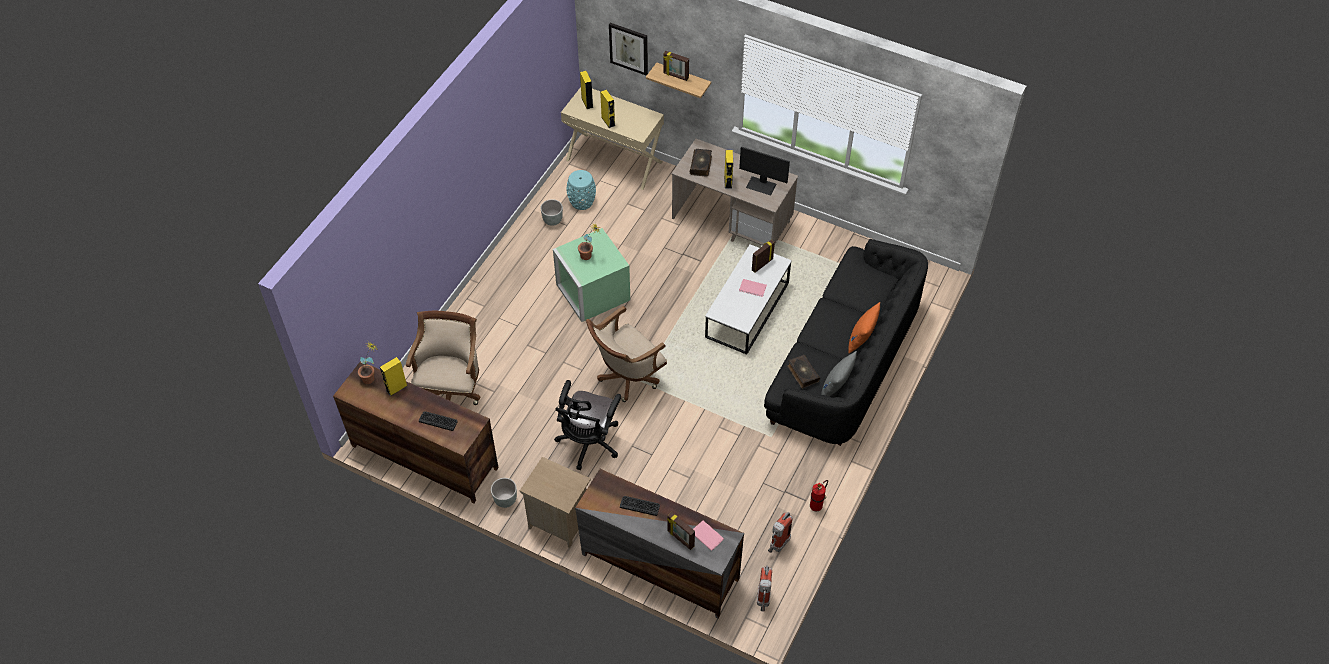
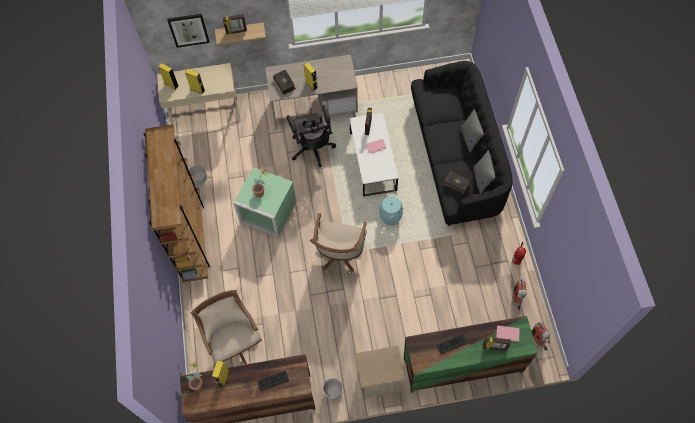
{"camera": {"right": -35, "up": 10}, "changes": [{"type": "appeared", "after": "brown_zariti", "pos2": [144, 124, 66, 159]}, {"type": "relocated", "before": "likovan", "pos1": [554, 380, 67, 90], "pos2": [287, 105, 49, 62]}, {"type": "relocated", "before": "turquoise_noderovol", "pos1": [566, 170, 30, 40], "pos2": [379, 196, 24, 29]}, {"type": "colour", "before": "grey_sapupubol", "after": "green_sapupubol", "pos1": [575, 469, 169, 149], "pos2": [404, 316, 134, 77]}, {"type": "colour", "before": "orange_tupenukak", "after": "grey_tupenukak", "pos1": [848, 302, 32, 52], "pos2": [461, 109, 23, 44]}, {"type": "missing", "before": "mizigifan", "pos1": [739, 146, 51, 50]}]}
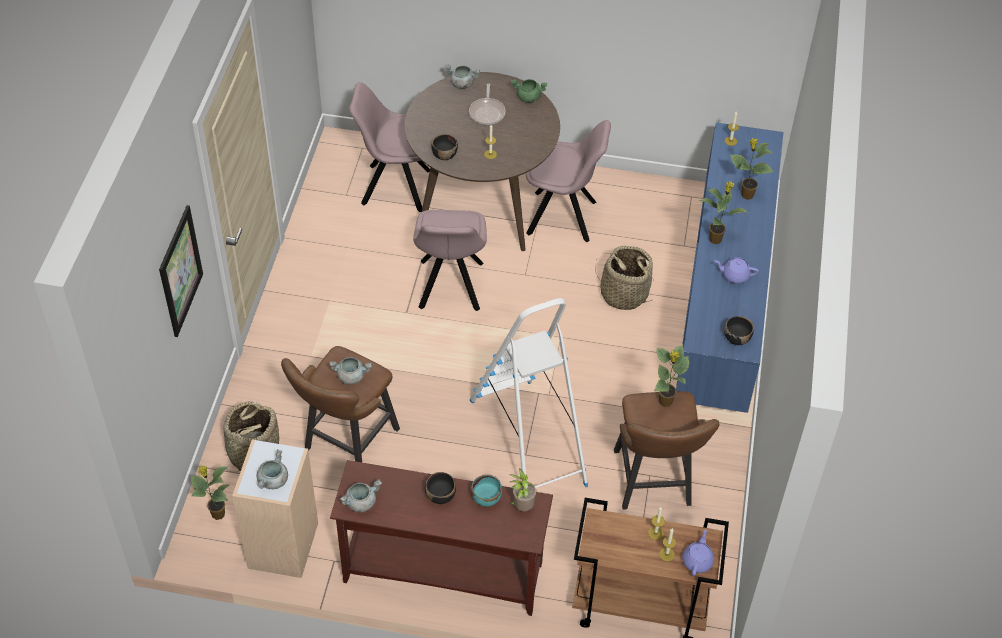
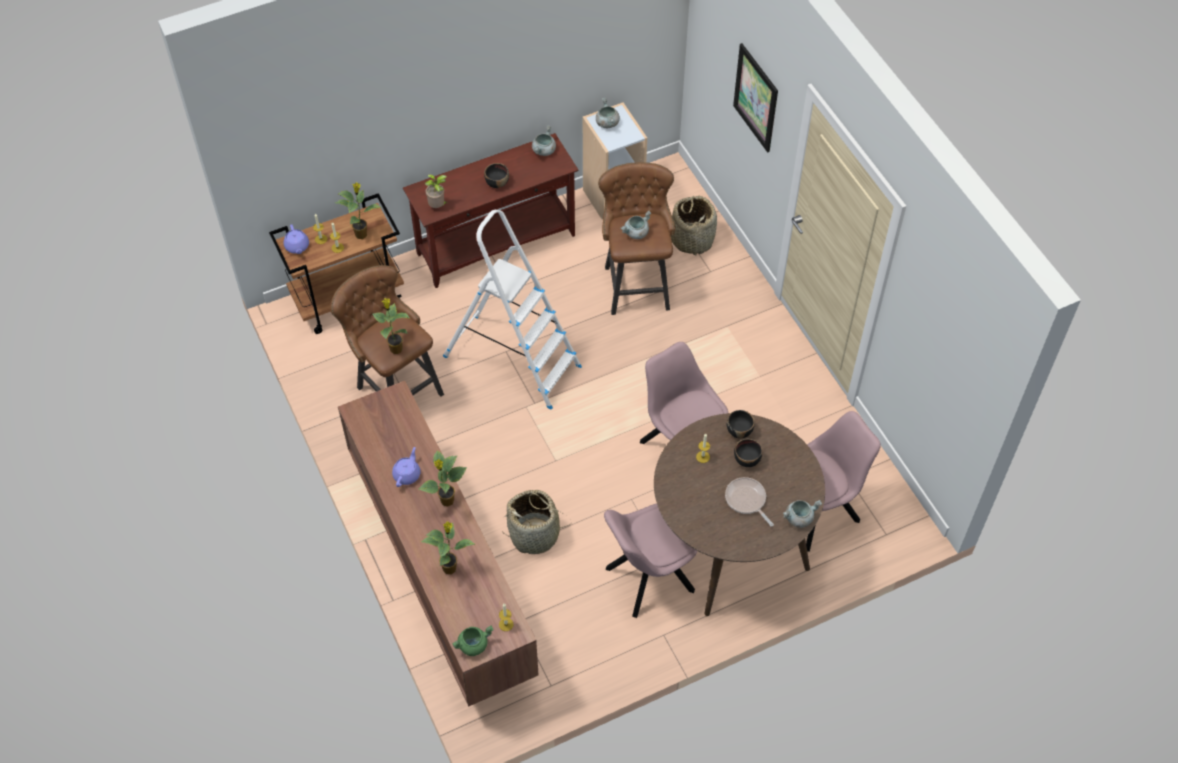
{"camera": {"right": 145, "up": 5}, "changes": [{"type": "relocated", "before": "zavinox", "pos1": [191, 465, 39, 55], "pos2": [335, 182, 46, 57]}, {"type": "colour", "before": "blue_sapupubol", "after": "brown_sapupubol", "pos1": [676, 123, 107, 290], "pos2": [338, 381, 201, 326]}, {"type": "spun", "before": "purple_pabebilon", "pos1": [715, 257, 44, 27], "pos2": [392, 447, 28, 40], "turn": -45}, {"type": "relocated", "before": "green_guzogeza", "pos1": [511, 79, 36, 24], "pos2": [452, 625, 42, 31]}, {"type": "relocated", "before": "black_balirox", "pos1": [724, 316, 30, 29], "pos2": [734, 438, 29, 29]}, {"type": "missing", "before": "turquoise_balirox", "pos1": [471, 474, 31, 33]}]}
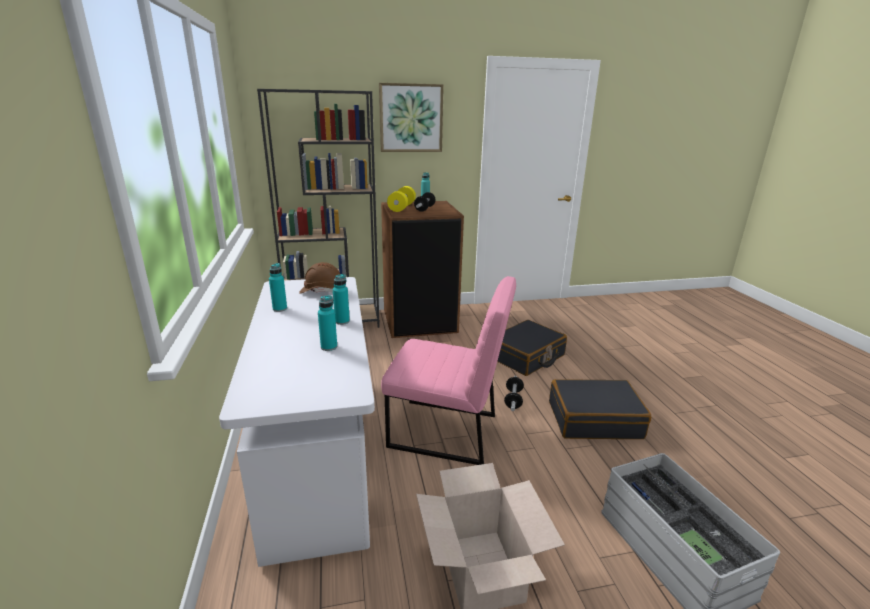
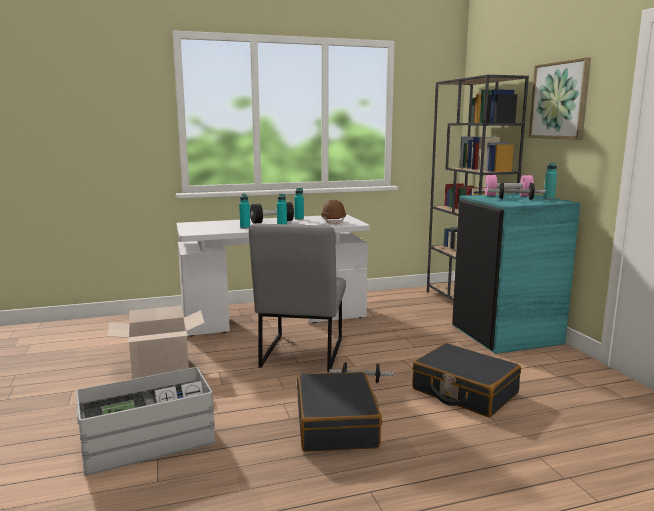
{"camera": {"right": 85, "up": -10}, "changes": [{"type": "colour", "before": "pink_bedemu", "after": "grey_bedemu", "pos1": [381, 276, 135, 189], "pos2": [249, 224, 97, 148]}, {"type": "appeared", "after": "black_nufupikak", "pos2": [250, 202, 44, 22]}, {"type": "colour", "before": "brown_sapupubol", "after": "turquoise_sapupubol", "pos1": [381, 201, 83, 137], "pos2": [452, 193, 128, 161]}, {"type": "colour", "before": "yellow_nufupikak", "after": "pink_nufupikak", "pos1": [387, 186, 29, 26], "pos2": [485, 175, 49, 21]}]}
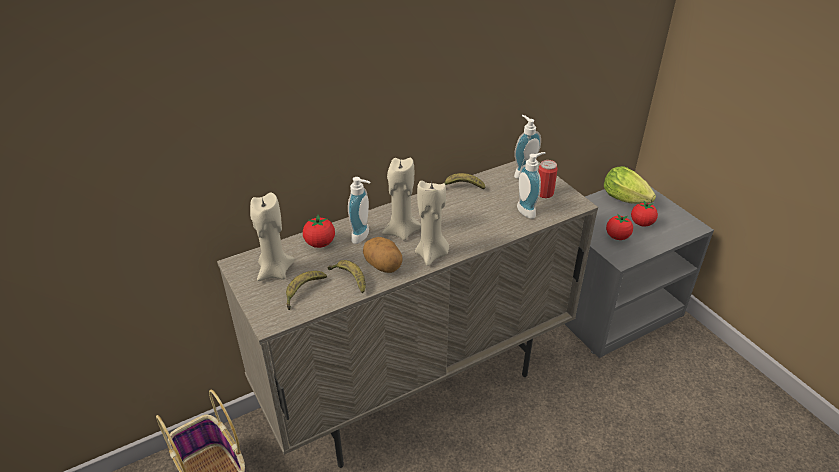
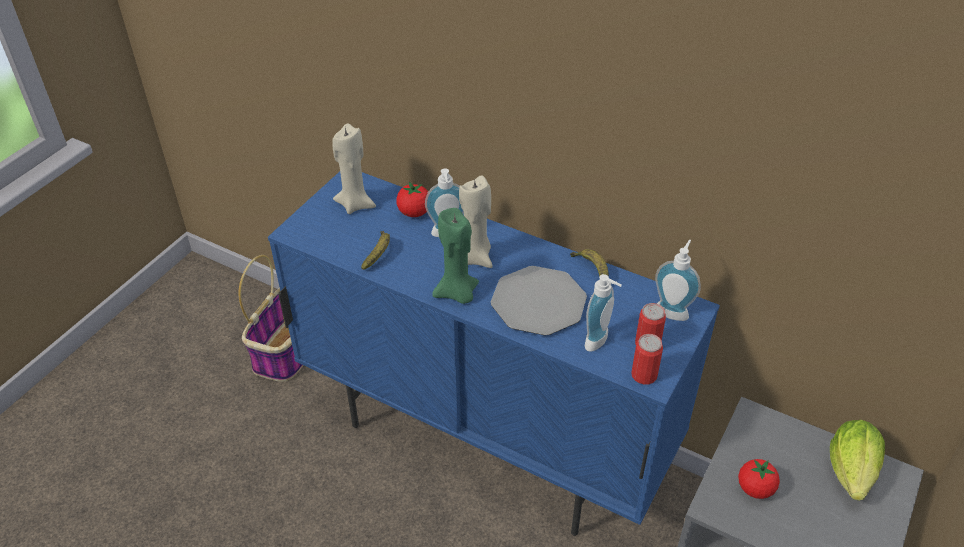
{"camera": {"right": 60, "up": 5}, "changes": [{"type": "colour", "before": "beige_sapupubol", "after": "blue_sapupubol", "pos1": [217, 161, 381, 307], "pos2": [268, 172, 452, 364]}, {"type": "colour", "before": "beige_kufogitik", "after": "green_kufogitik", "pos1": [415, 180, 34, 86], "pos2": [432, 208, 47, 96]}, {"type": "appeared", "after": "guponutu", "pos2": [491, 266, 96, 70]}, {"type": "appeared", "after": "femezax", "pos2": [631, 334, 32, 51]}, {"type": "missing", "before": "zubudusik", "pos1": [286, 271, 41, 39]}, {"type": "missing", "before": "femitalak", "pos1": [363, 237, 40, 36]}, {"type": "missing", "before": "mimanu", "pos1": [631, 201, 27, 26]}]}
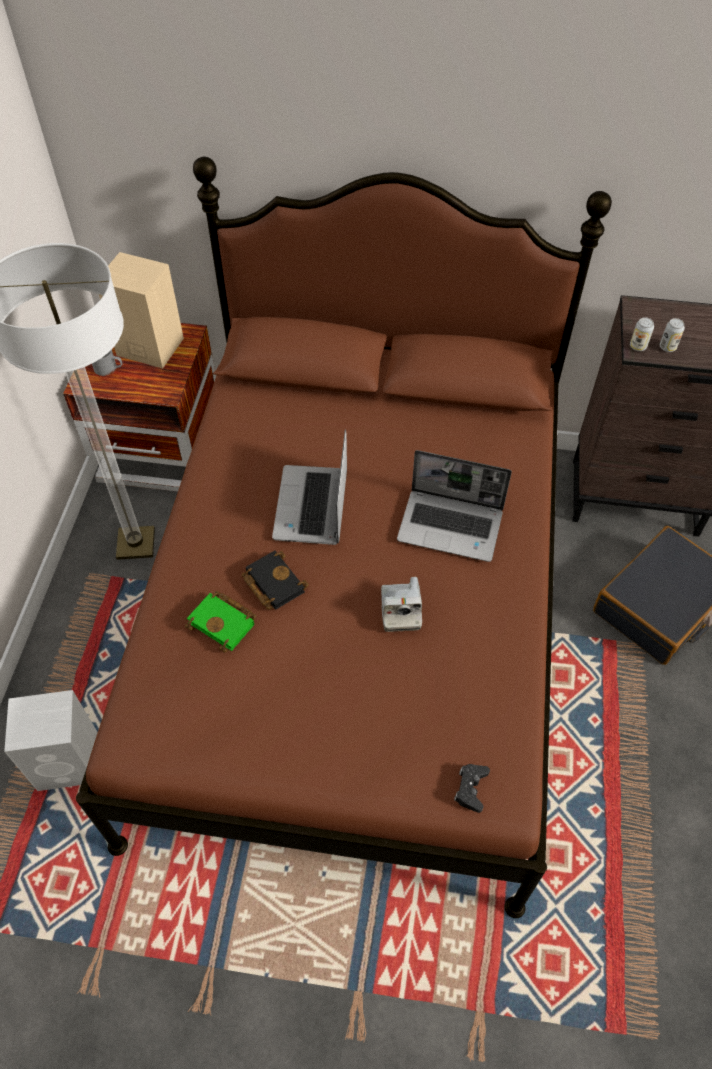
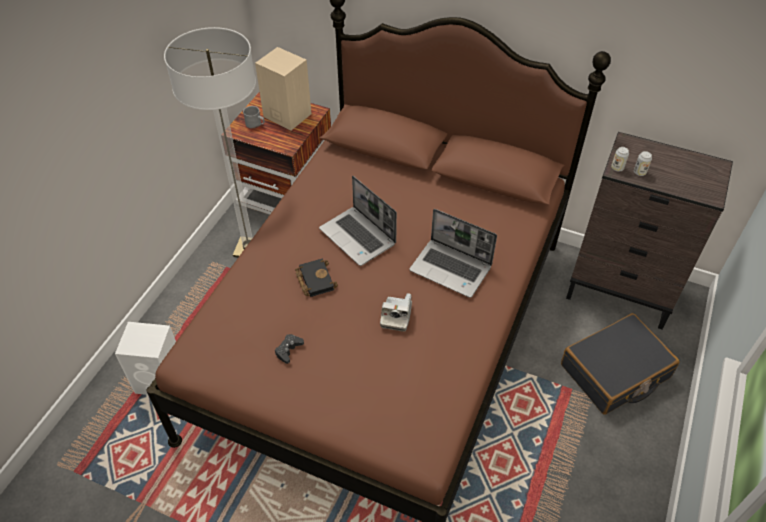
{"camera": {"right": 15, "up": -5}, "changes": [{"type": "relocated", "before": "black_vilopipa", "pos1": [454, 764, 36, 49], "pos2": [275, 334, 29, 30]}, {"type": "spun", "before": "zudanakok", "pos1": [272, 429, 75, 116], "pos2": [319, 176, 78, 90], "turn": -60}, {"type": "missing", "before": "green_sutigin", "pos1": [185, 591, 71, 62]}]}
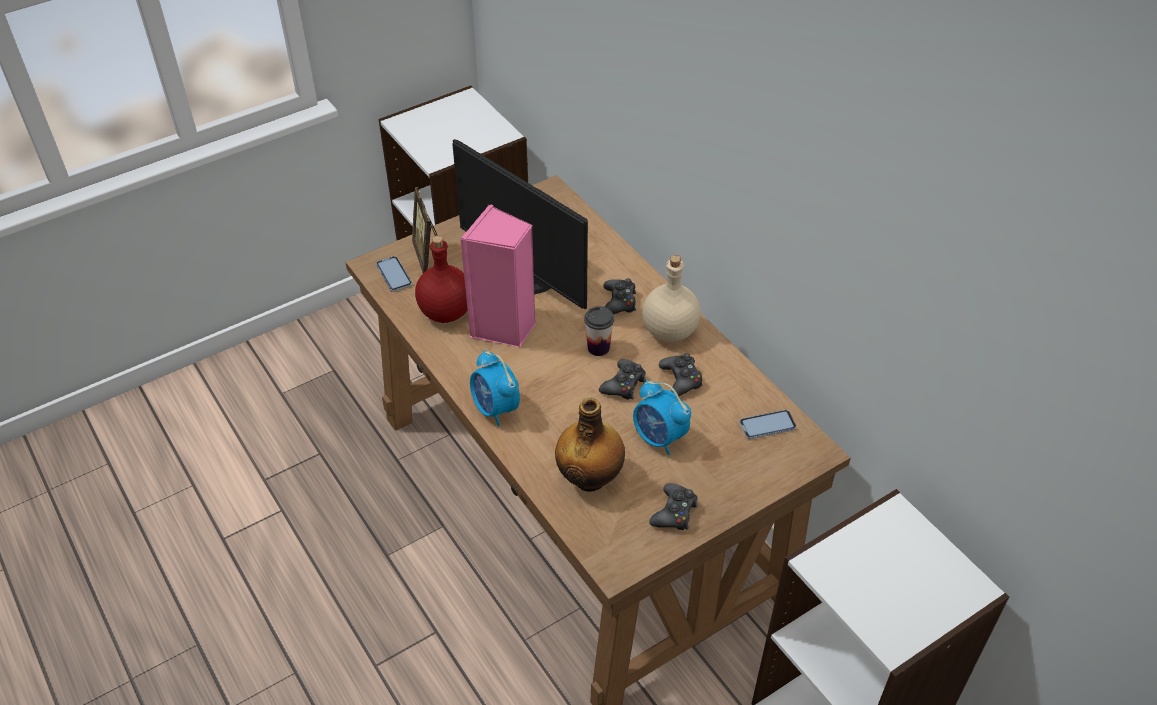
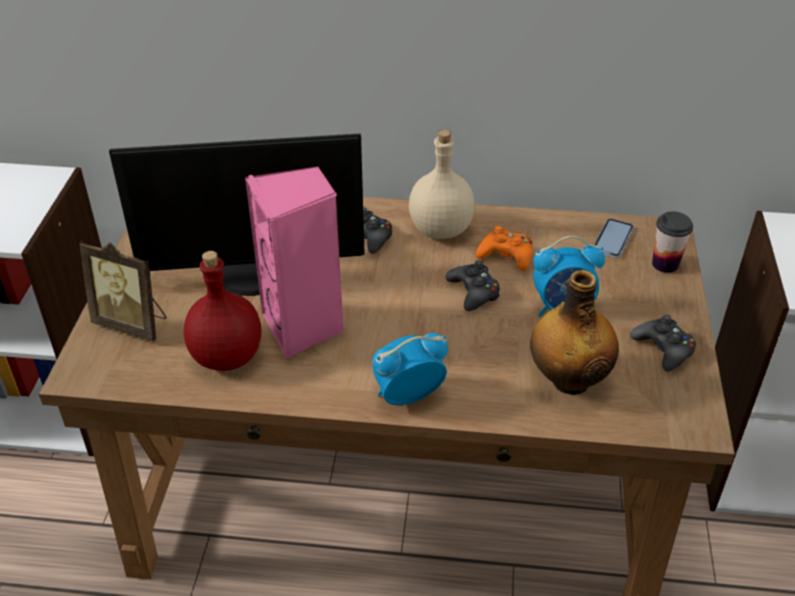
{"camera": {"right": -50, "up": -5}, "changes": [{"type": "spun", "before": "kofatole", "pos1": [470, 350, 50, 76], "pos2": [372, 333, 76, 72], "turn": 150}, {"type": "colour", "before": "black_vilopipa", "after": "orange_vilopipa", "pos1": [659, 353, 43, 43], "pos2": [476, 226, 57, 45]}, {"type": "relocated", "before": "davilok", "pos1": [584, 306, 30, 50], "pos2": [652, 211, 41, 62]}, {"type": "missing", "before": "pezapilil", "pos1": [376, 256, 36, 36]}]}
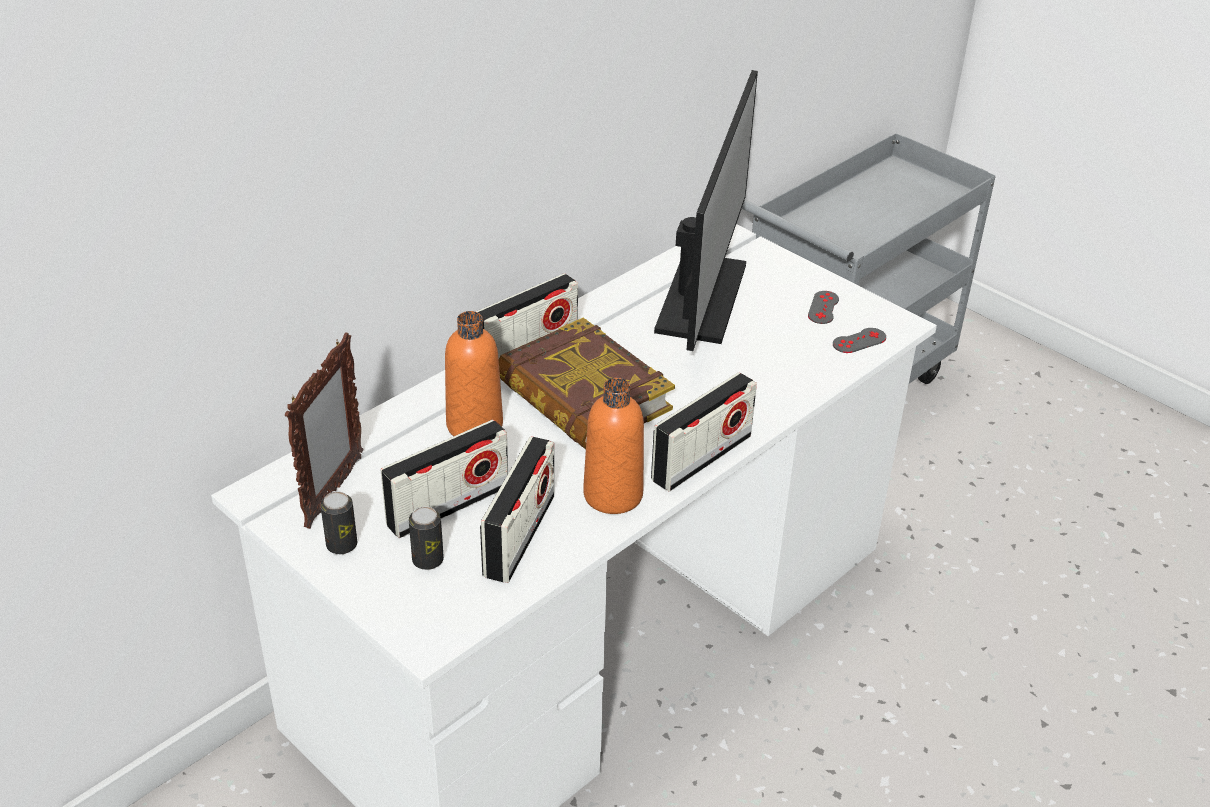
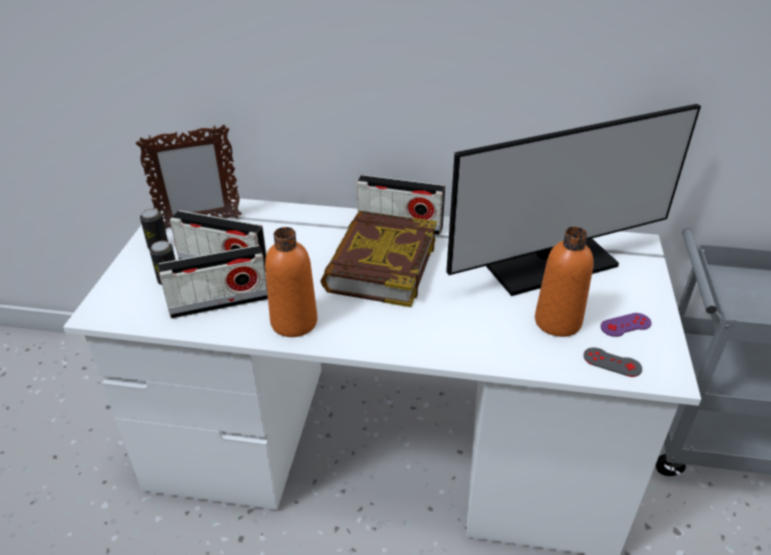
{"camera": {"right": 55, "up": 0}, "changes": [{"type": "relocated", "before": "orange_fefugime", "pos1": [445, 311, 58, 125], "pos2": [535, 227, 58, 110]}, {"type": "colour", "before": "grey_vilopipa", "after": "purple_vilopipa", "pos1": [808, 291, 31, 33], "pos2": [601, 313, 50, 24]}, {"type": "missing", "before": "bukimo", "pos1": [651, 372, 106, 120]}]}
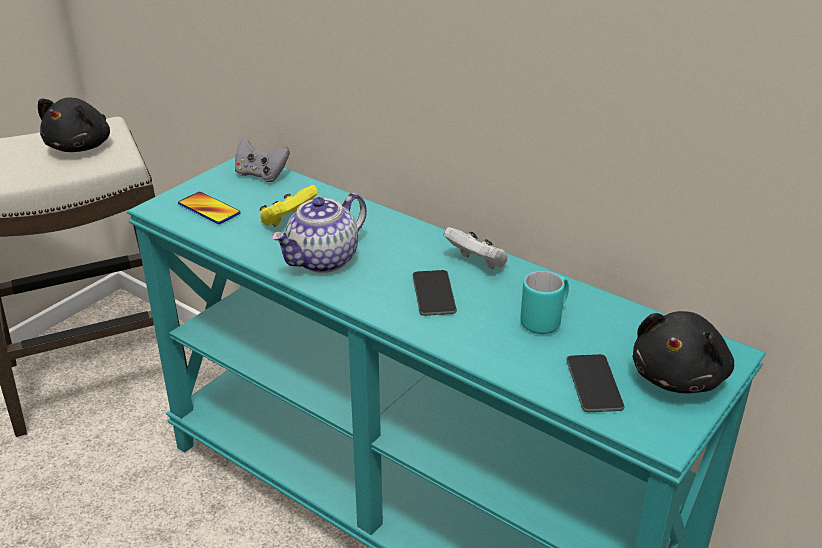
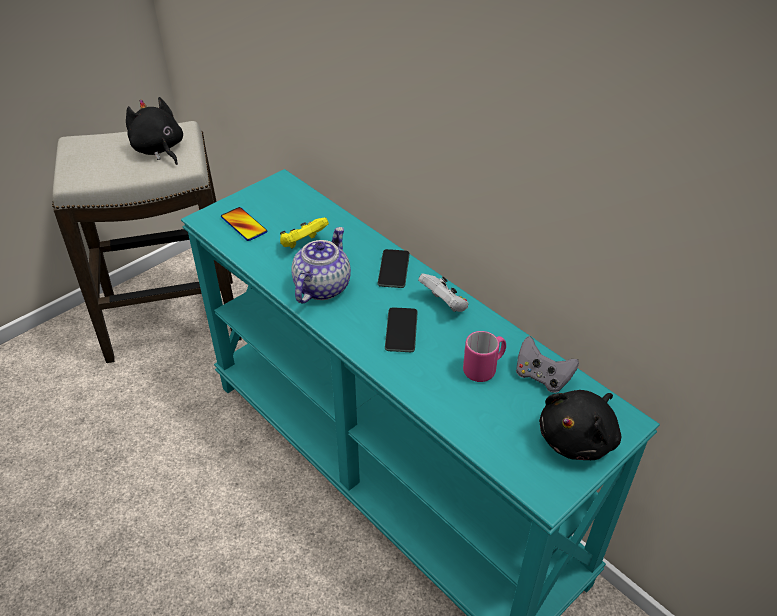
{"camera": {"right": 10, "up": 10}, "changes": [{"type": "spun", "before": "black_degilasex", "pos1": [38, 98, 72, 54], "pos2": [126, 97, 57, 68], "turn": 120}, {"type": "spun", "before": "pabebilon", "pos1": [271, 193, 96, 80], "pos2": [291, 227, 60, 77], "turn": 150}, {"type": "relocated", "before": "pezapilil", "pos1": [566, 354, 59, 58], "pos2": [377, 249, 33, 39]}, {"type": "colour", "before": "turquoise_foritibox", "after": "pink_foritibox", "pos1": [520, 271, 49, 63], "pos2": [463, 331, 43, 51]}, {"type": "relocated", "before": "grey_vilopipa", "pos1": [235, 137, 55, 45], "pos2": [516, 336, 63, 57]}]}
